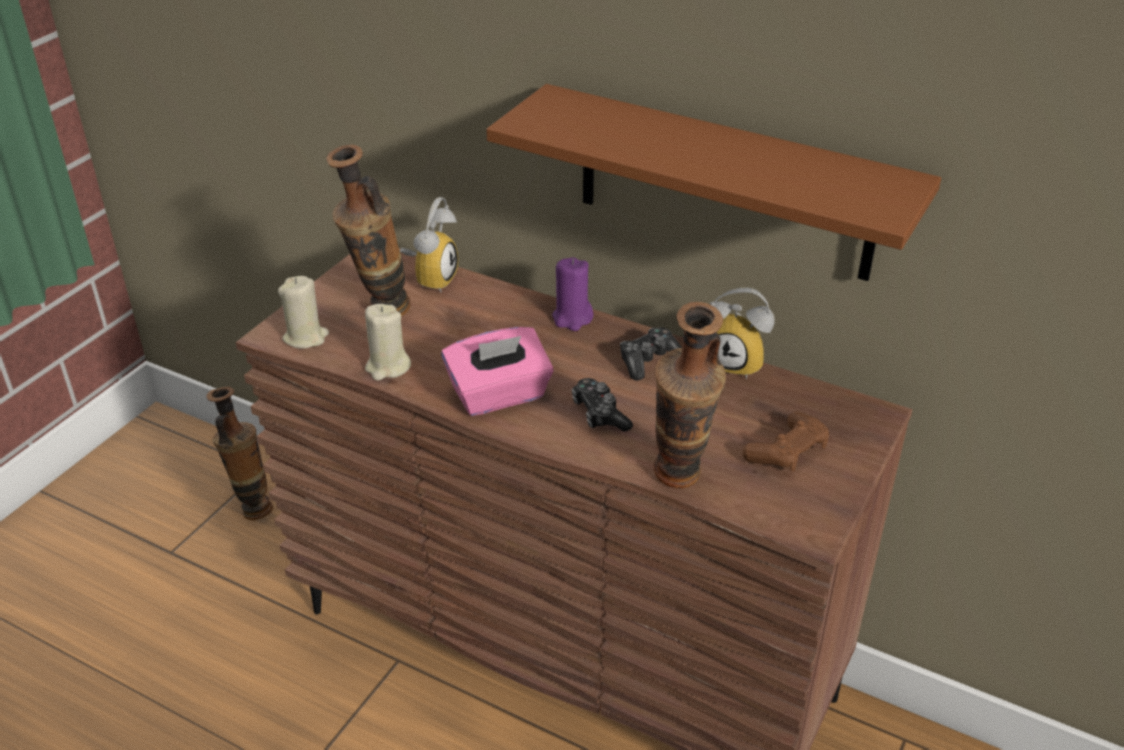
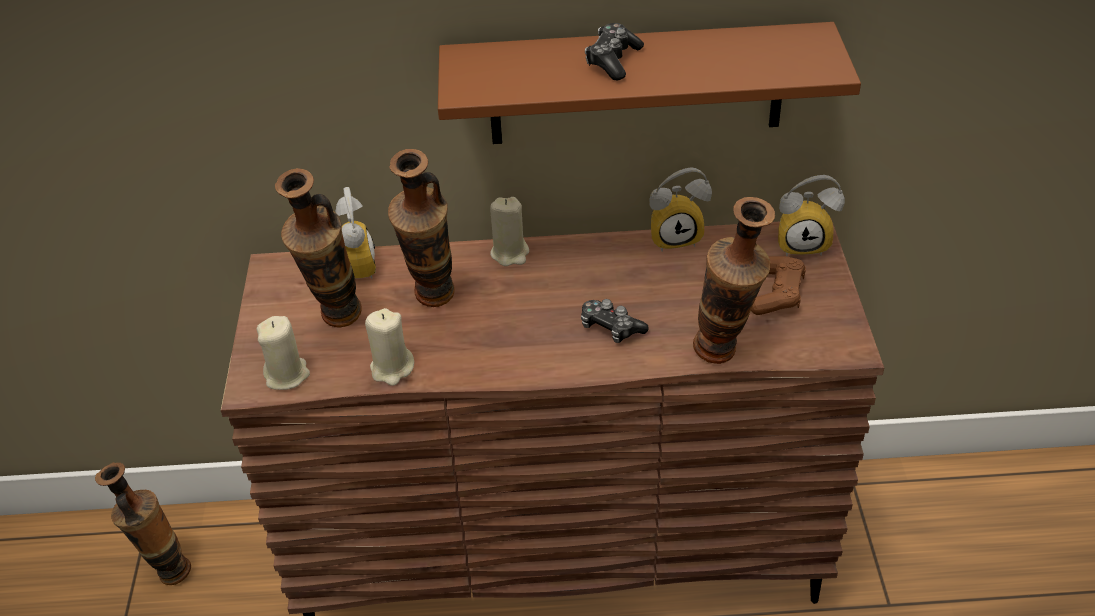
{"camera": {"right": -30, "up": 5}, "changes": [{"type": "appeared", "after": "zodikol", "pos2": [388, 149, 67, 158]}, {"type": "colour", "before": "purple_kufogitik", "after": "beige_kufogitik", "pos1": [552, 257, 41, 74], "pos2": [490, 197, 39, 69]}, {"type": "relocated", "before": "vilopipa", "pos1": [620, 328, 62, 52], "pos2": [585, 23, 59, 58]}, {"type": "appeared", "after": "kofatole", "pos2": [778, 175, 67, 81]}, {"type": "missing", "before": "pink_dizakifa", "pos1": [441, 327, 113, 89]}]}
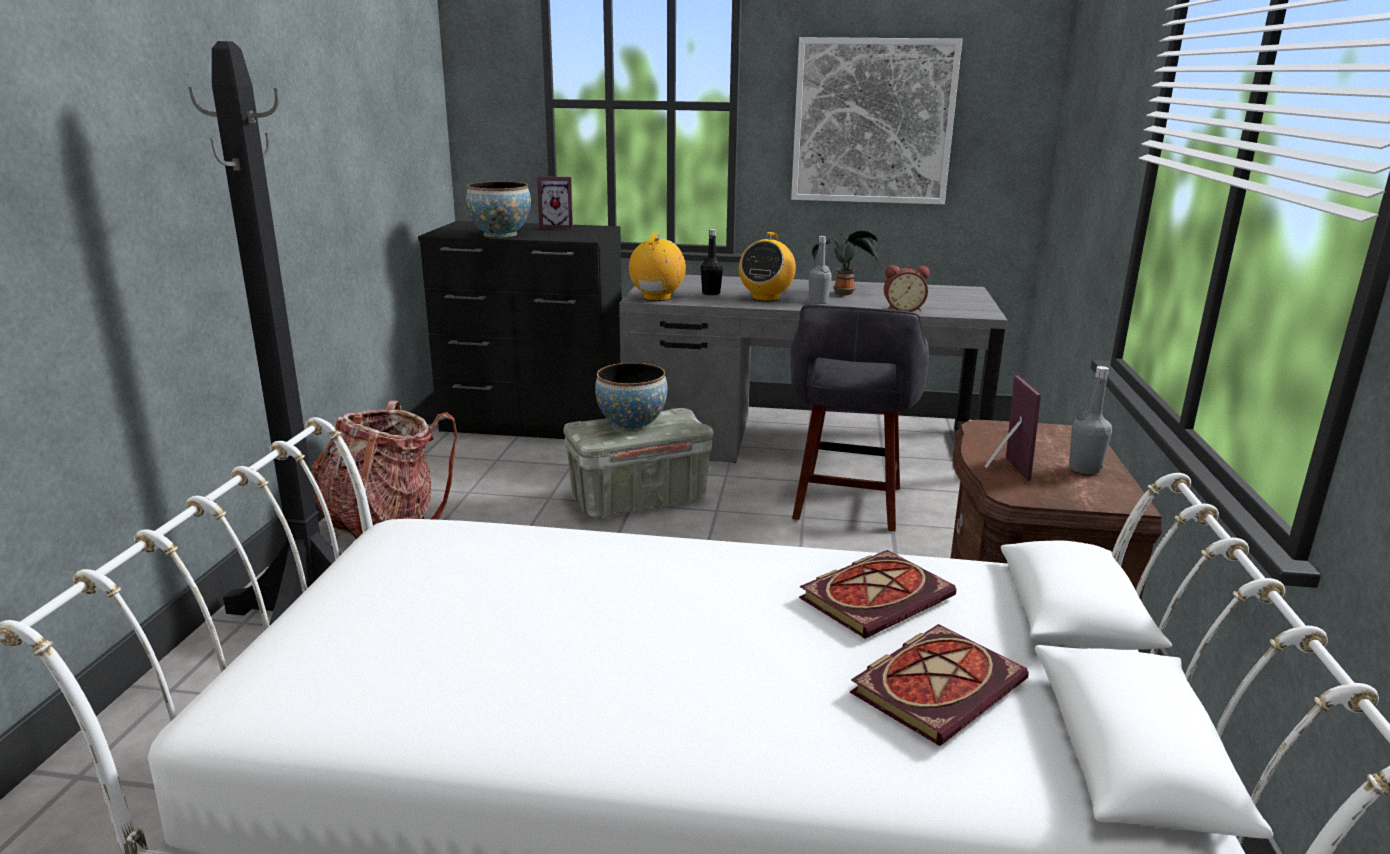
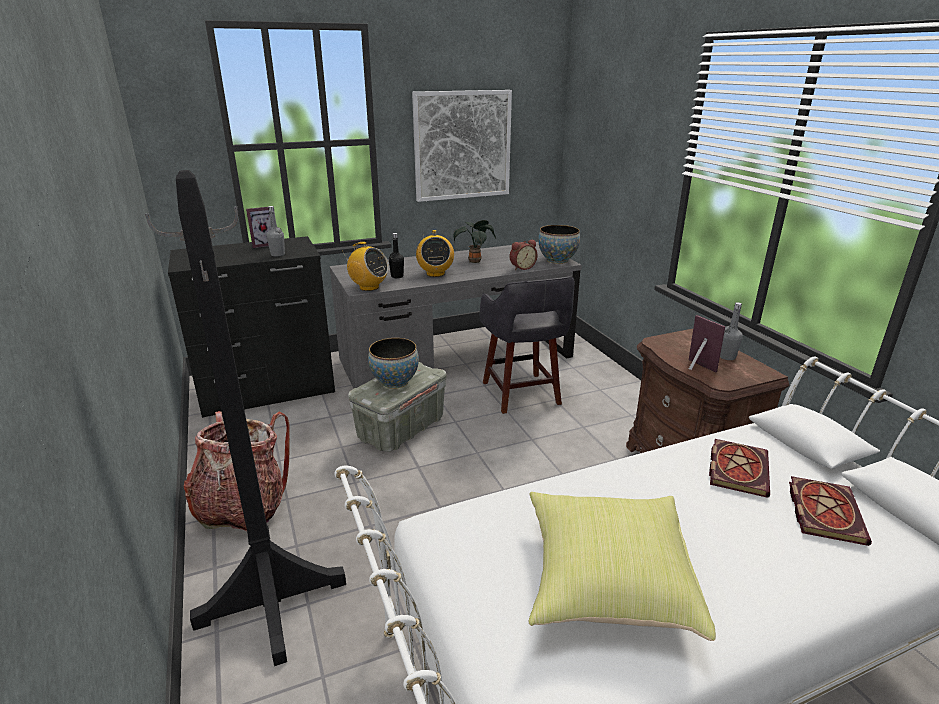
{"camera": {"right": -30, "up": 5}, "changes": [{"type": "relocated", "before": "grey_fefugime", "pos1": [809, 236, 23, 68], "pos2": [266, 206, 19, 50]}, {"type": "spun", "before": "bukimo", "pos1": [629, 233, 57, 68], "pos2": [344, 242, 45, 49], "turn": 135}, {"type": "appeared", "after": "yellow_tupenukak", "pos2": [529, 492, 187, 149]}, {"type": "relocated", "before": "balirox", "pos1": [466, 181, 65, 57], "pos2": [538, 225, 42, 39]}]}
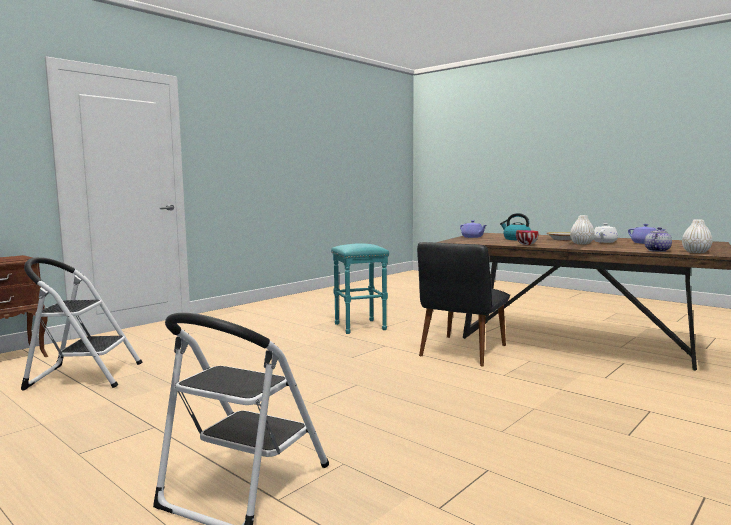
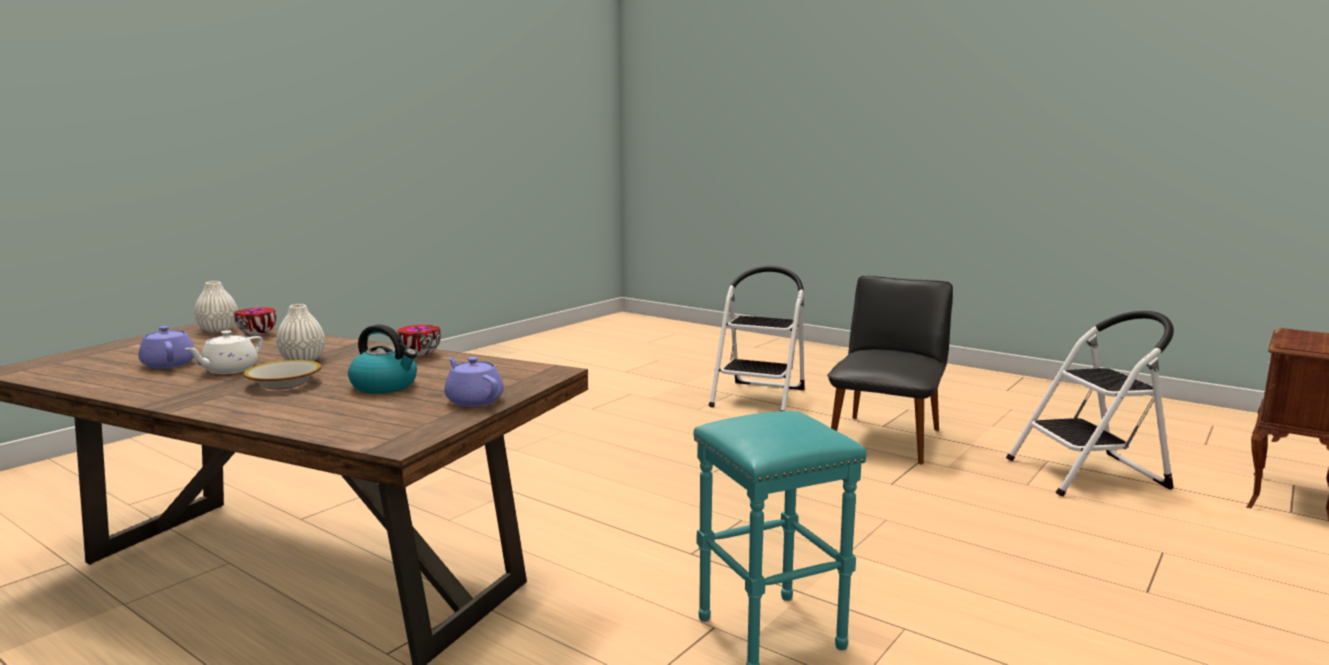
{"camera": {"right": 175, "up": 5}, "changes": [{"type": "exchanged", "before": "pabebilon", "after": "balirox", "pos1": [645, 227, 27, 25], "pos2": [234, 307, 42, 29]}, {"type": "relocated", "before": "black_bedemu", "pos1": [417, 242, 93, 125], "pos2": [827, 276, 126, 188]}]}
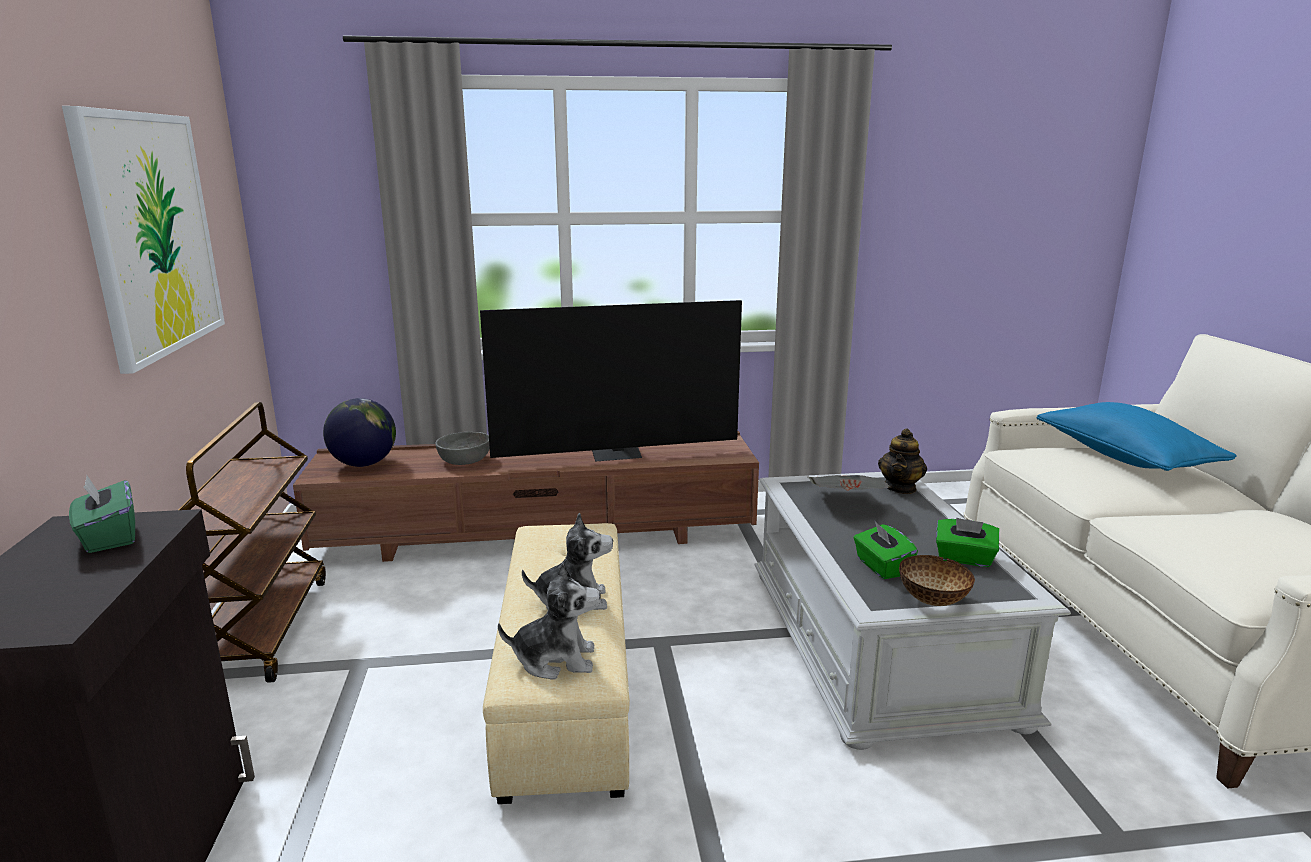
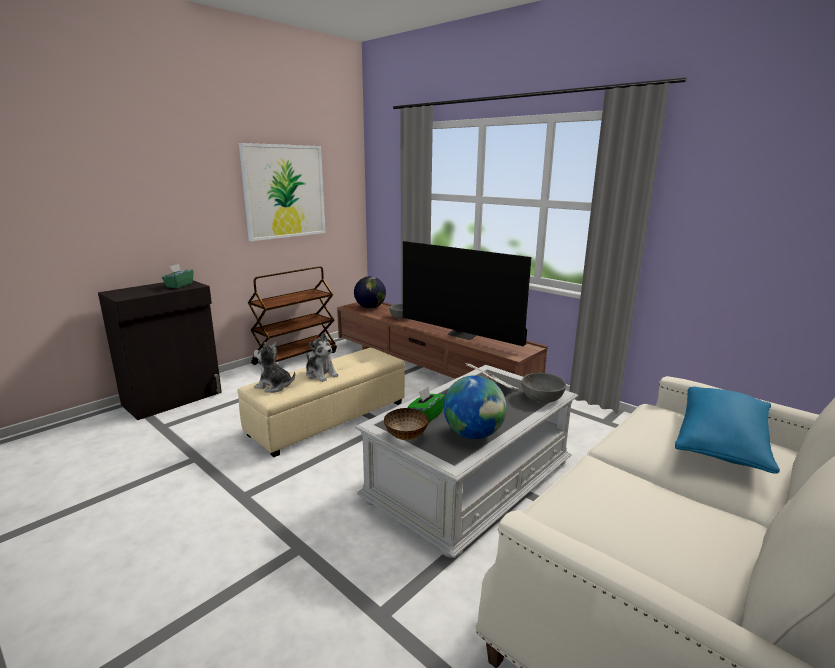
{"camera": {"right": 50, "up": 0}, "changes": [{"type": "spun", "before": "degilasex", "pos1": [498, 562, 103, 118], "pos2": [254, 342, 41, 50], "turn": 150}, {"type": "exchanged", "before": "green_dizakifa", "after": "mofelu", "pos1": [936, 517, 63, 50], "pos2": [443, 375, 64, 64]}, {"type": "exchanged", "before": "pabebilon", "after": "grey_balirox", "pos1": [878, 428, 49, 66], "pos2": [521, 373, 45, 30]}]}
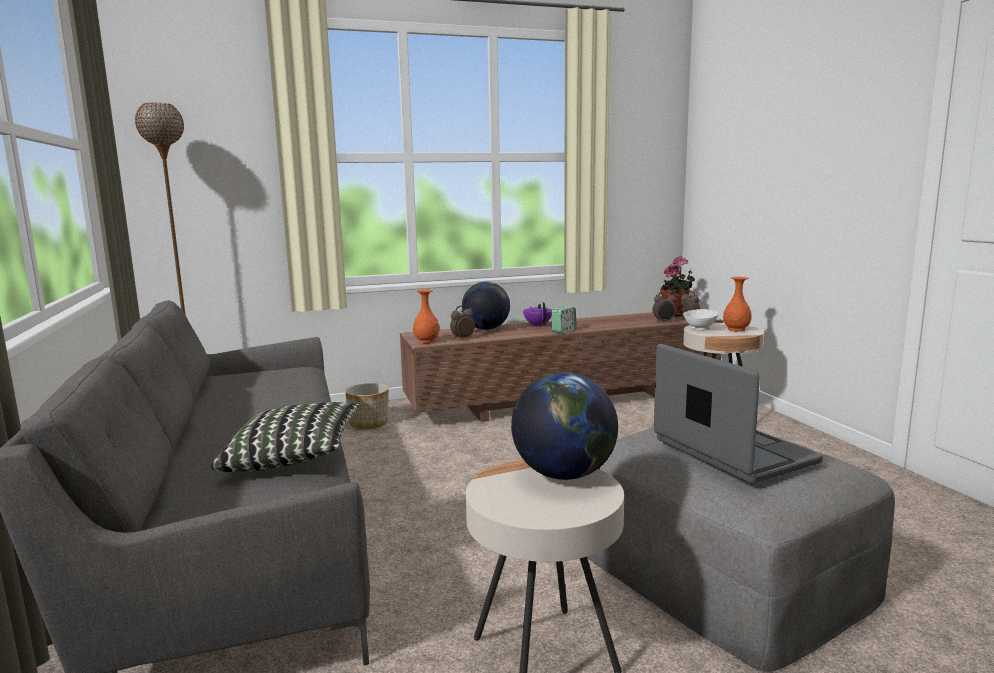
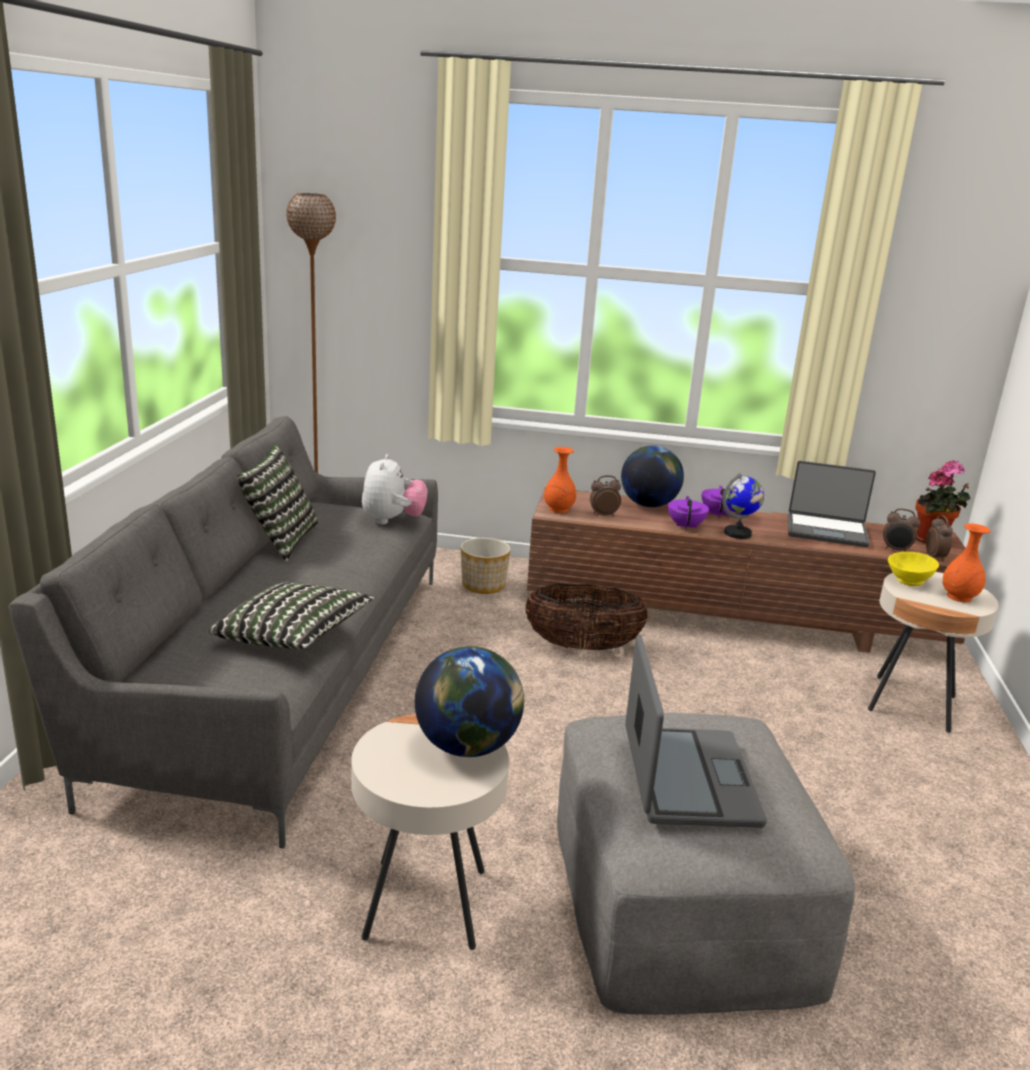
{"camera": {"right": 25, "up": 10}, "changes": [{"type": "appeared", "after": "tupenukak", "pos2": [237, 445, 81, 116]}, {"type": "appeared", "after": "degilasex", "pos2": [362, 454, 65, 71]}, {"type": "appeared", "after": "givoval", "pos2": [525, 584, 123, 66]}, {"type": "appeared", "after": "purple_pabebilon", "pos2": [668, 496, 41, 34]}, {"type": "exchanged", "before": "kofatole", "after": "mofelu", "pos1": [551, 306, 25, 28], "pos2": [722, 473, 42, 66]}, {"type": "appeared", "after": "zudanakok", "pos2": [788, 461, 88, 86]}, {"type": "colour", "before": "white_balirox", "after": "yellow_balirox", "pos1": [683, 309, 35, 22], "pos2": [888, 552, 51, 34]}]}
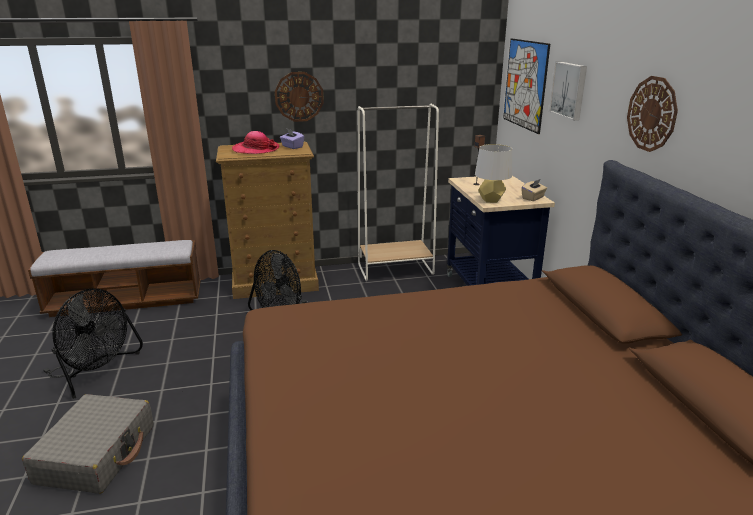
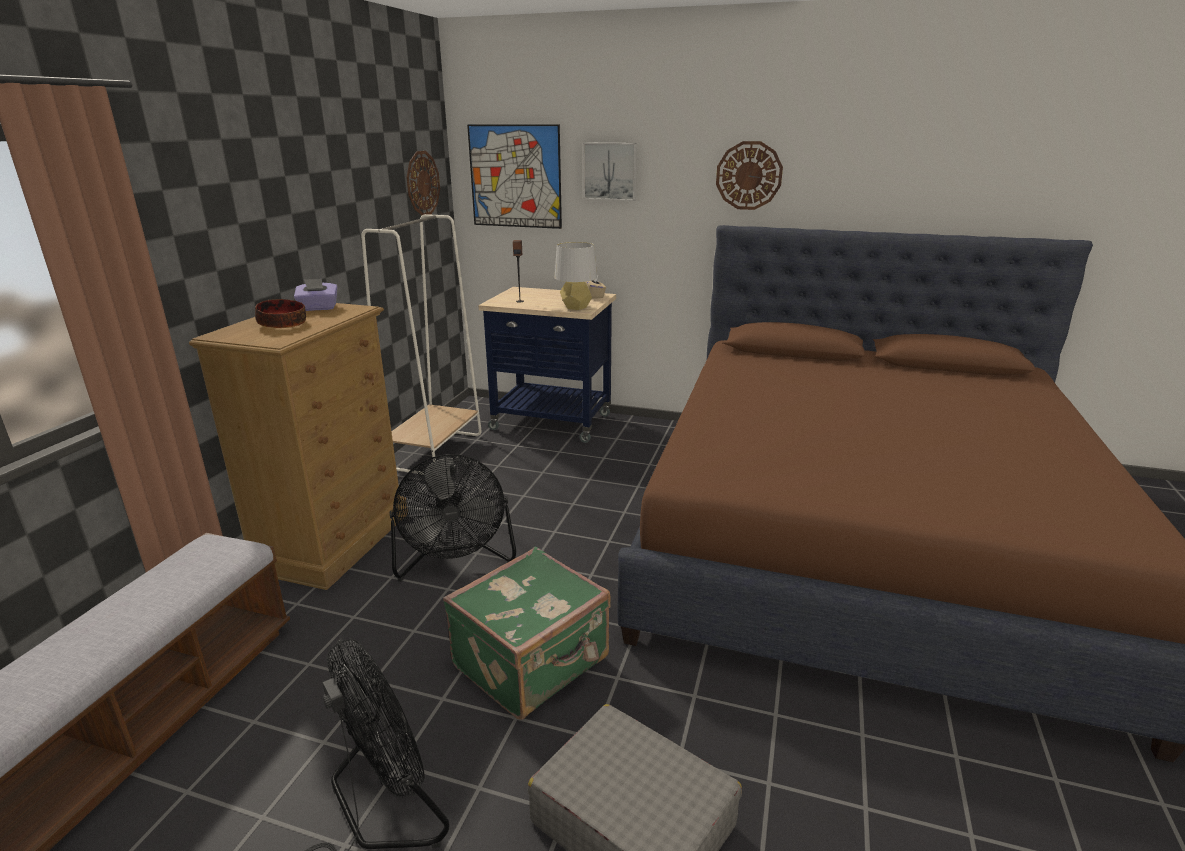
{"camera": {"right": -60, "up": 0}, "changes": [{"type": "exchanged", "before": "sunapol", "after": "balirox", "pos1": [232, 131, 47, 23], "pos2": [255, 299, 51, 29]}, {"type": "relocated", "before": "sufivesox", "pos1": [275, 72, 49, 50], "pos2": [407, 151, 33, 64]}, {"type": "appeared", "after": "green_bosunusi", "pos2": [443, 547, 168, 173]}]}
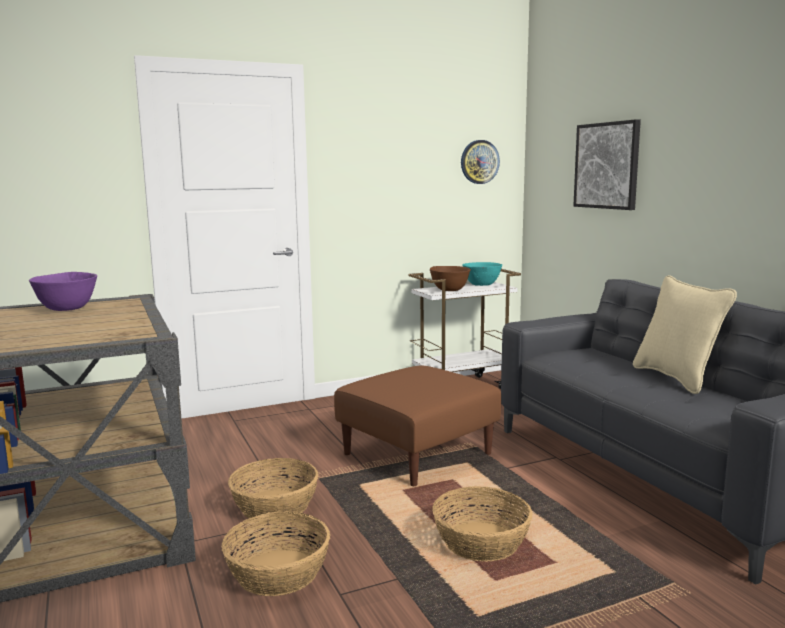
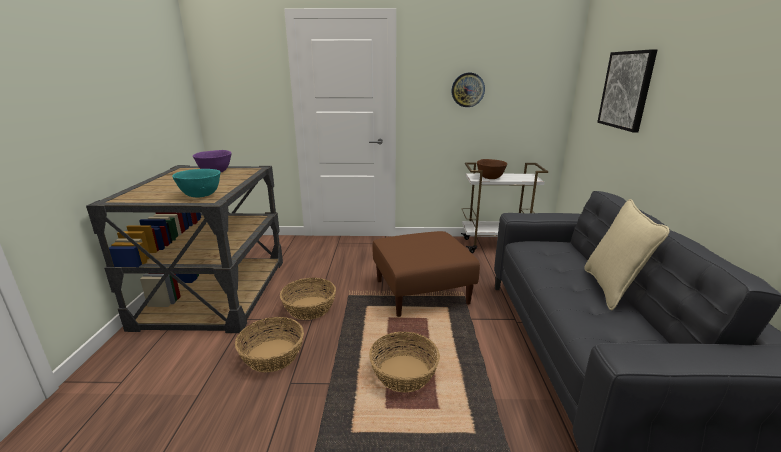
{"camera": {"right": 25, "up": 10}, "changes": [{"type": "relocated", "before": "turquoise_balirox", "pos1": [462, 262, 40, 24], "pos2": [172, 169, 49, 29]}, {"type": "relocated", "before": "sufivesox", "pos1": [461, 140, 39, 44], "pos2": [452, 73, 33, 34]}]}
